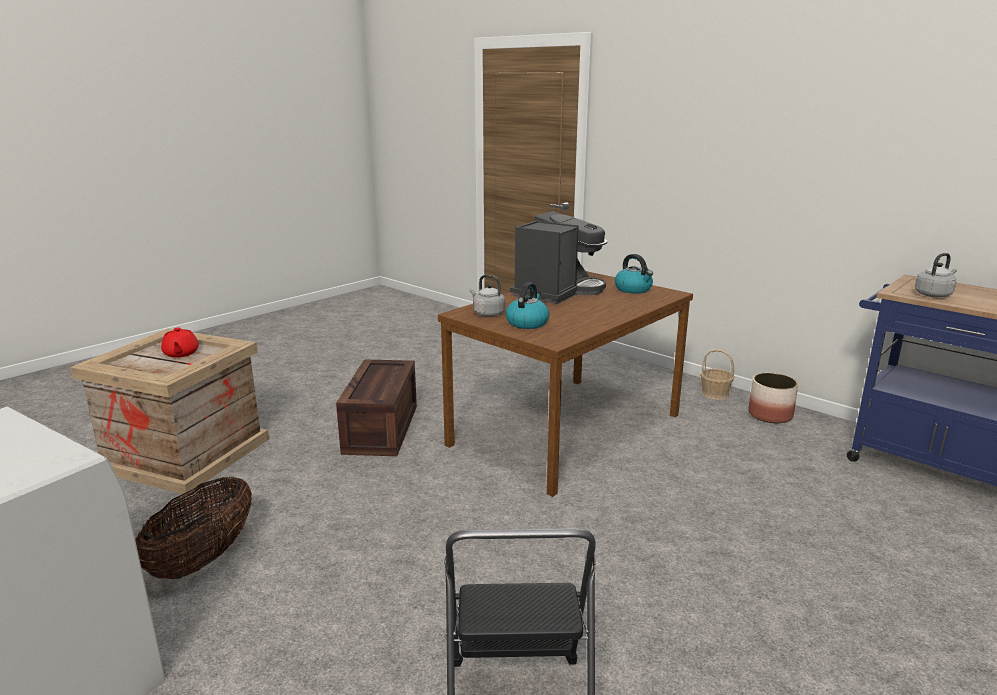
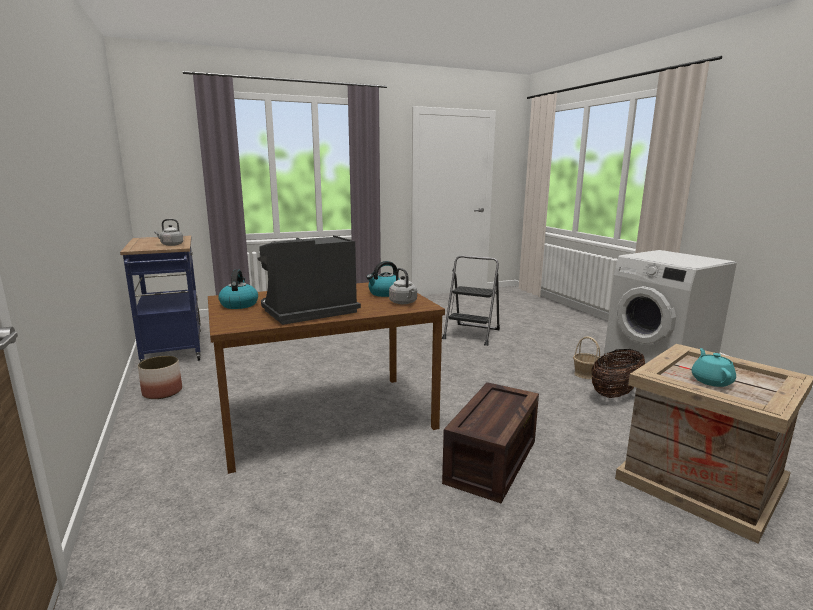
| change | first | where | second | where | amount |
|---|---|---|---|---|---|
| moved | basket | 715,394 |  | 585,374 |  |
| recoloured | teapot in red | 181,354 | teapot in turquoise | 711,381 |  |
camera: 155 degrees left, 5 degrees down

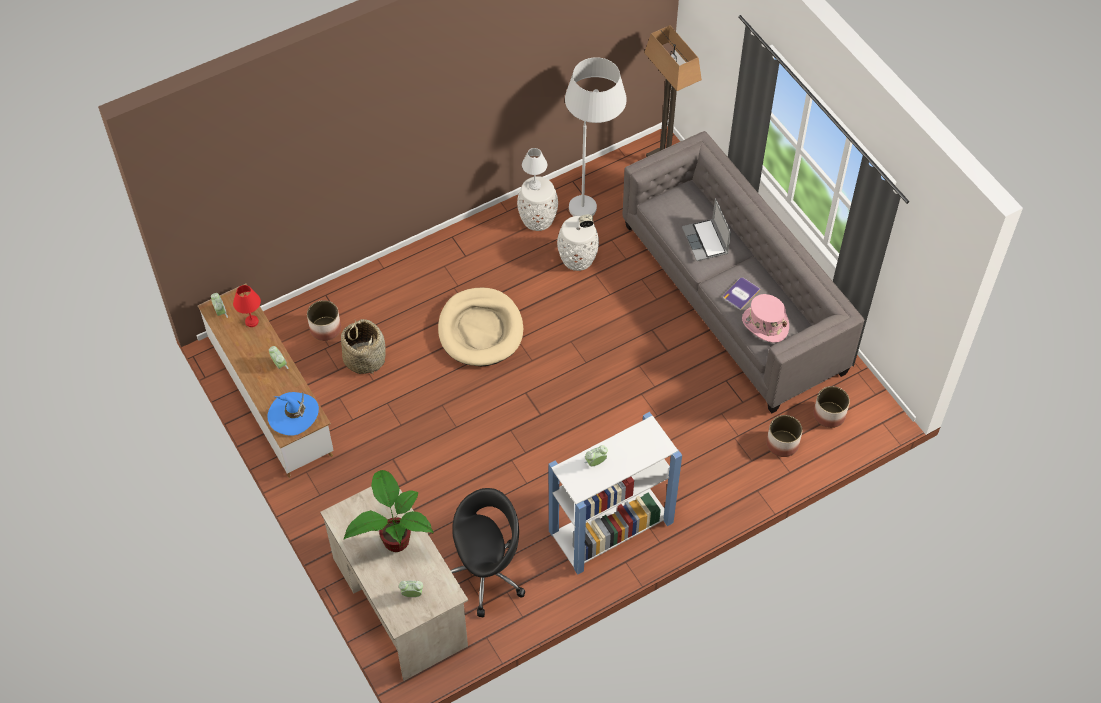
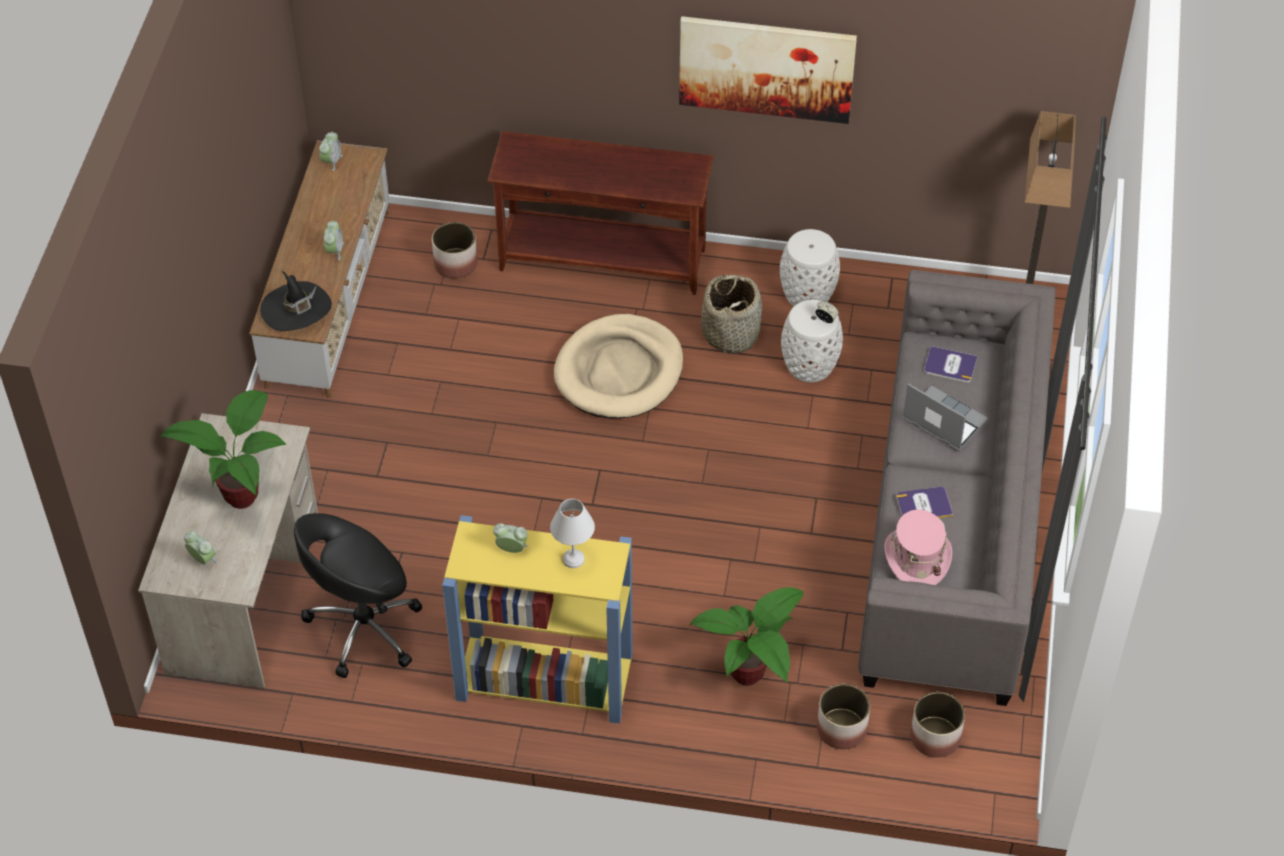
| change | first | where | second | where | amount |
|---|---|---|---|---|---|
| removed | table lamp in red | 251,321 |  |  |  |
| removed | floor lamp in white | 592,198 |  |  |  |
| added |  |  | console table in brown | 603,259 |  |
| added |  |  | picture | 766,68 |  |
| added |  |  | potted plant | 751,678 |  |
| added |  |  | book | 950,365 |  |
| moved | basket | 364,358 |  | 731,333 |  |
| moved | table lamp in white | 534,184 |  | 574,558 |  |
| recoloured | hat in blue | 293,414 | hat in black | 296,309 |  |
| recoloured | bookcase in white | 610,527 | bookcase in yellow | 543,676 |  |
| turned | office chair in black | 487,573 |  | 362,629 | 120 degrees clockwise |
| turned | laptop | 706,241 |  | 943,420 | 105 degrees clockwise |
camera: 40 degrees right, 5 degrees down

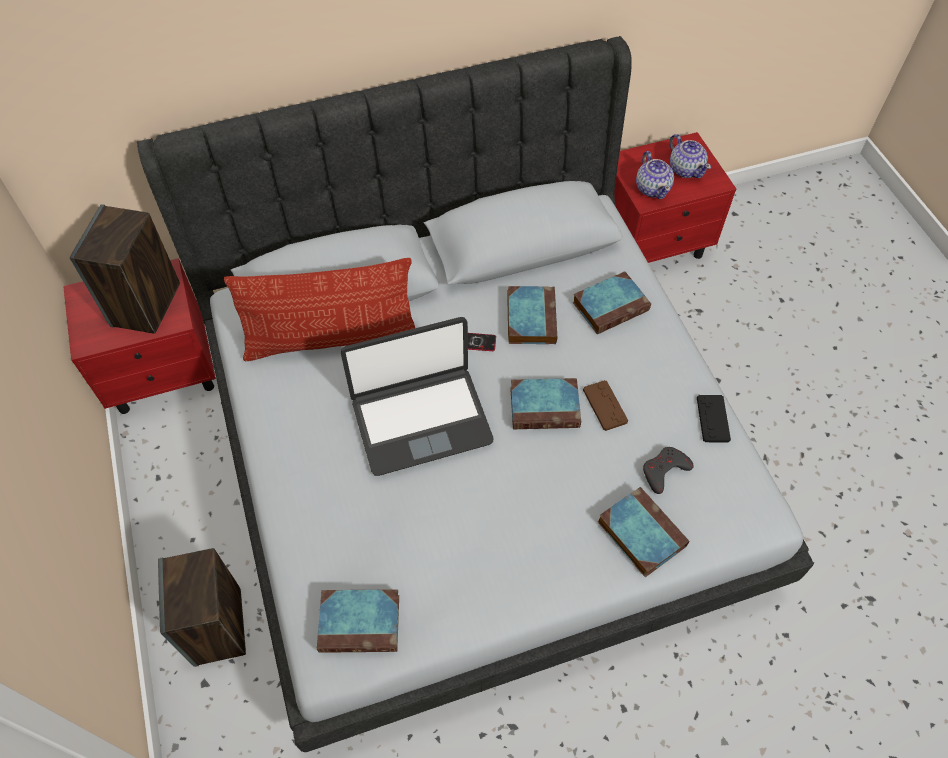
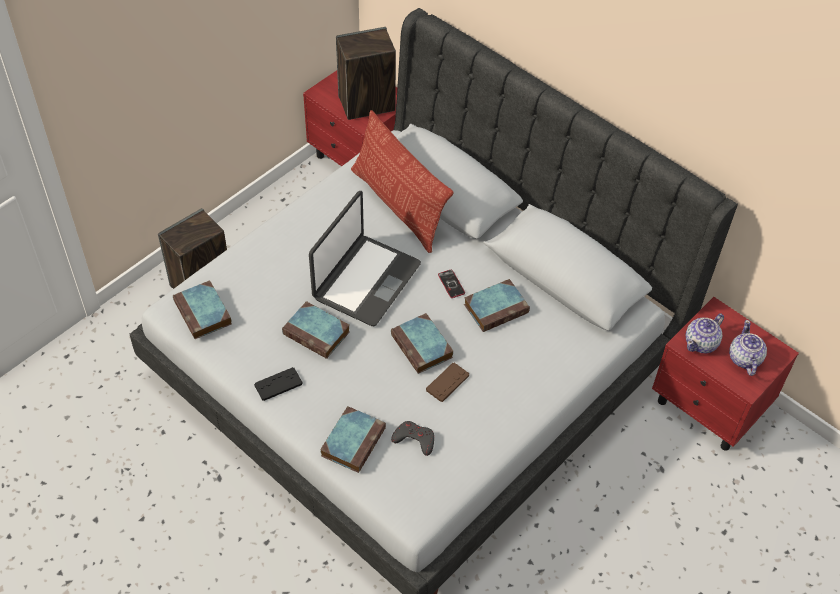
| change | first | where | second | where | amount |
|---|---|---|---|---|---|
| moved | book | 611,305 |  | 318,333 |  |
| moved | game controller in black | 712,419 |  | 278,384 |  |
| turned | laptop | 421,420 |  | 365,281 | 105 degrees counterclockwise |
| turned | teapot | 685,169 |  | 744,359 | 150 degrees clockwise |
camera: 60 degrees right, 5 degrees down

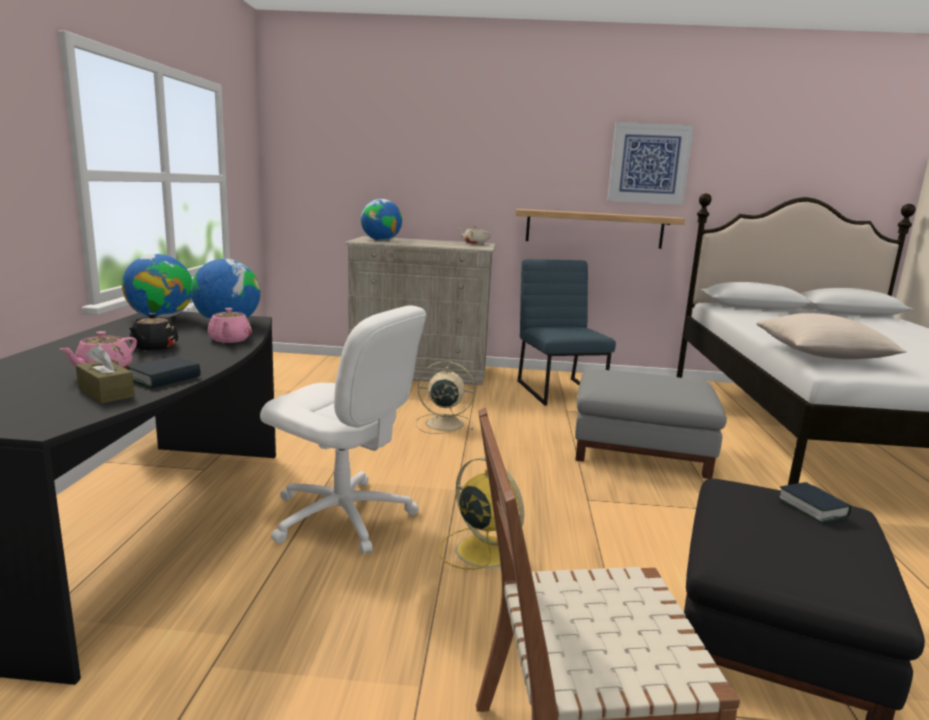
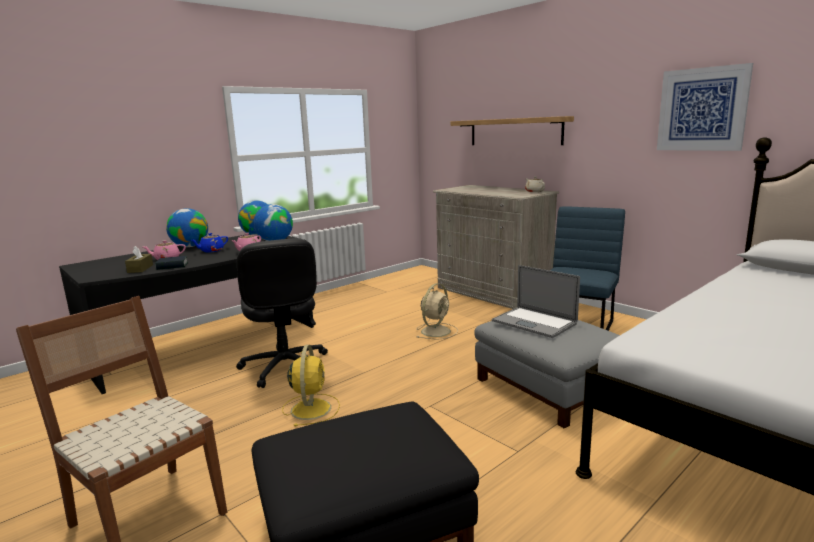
| change | first | where | second | where | amount |
|---|---|---|---|---|---|
| removed | pillow in beige | 821,355 |  |  |  |
| removed | book | 812,508 |  |  |  |
| added |  |  | laptop | 534,322 |  |
| moved | globe | 381,240 |  | 190,246 |  |
| moved | shelf | 594,229 |  | 514,132 |  |
| recoloured | teapot in black | 154,347 | teapot in blue | 211,251 |  |
| recoloured | office chair in white | 342,516 | office chair in black | 284,366 |  |
| turned | fan in beige | 442,423 |  | 436,331 | 75 degrees clockwise |
camera: 45 degrees right, 0 degrees up

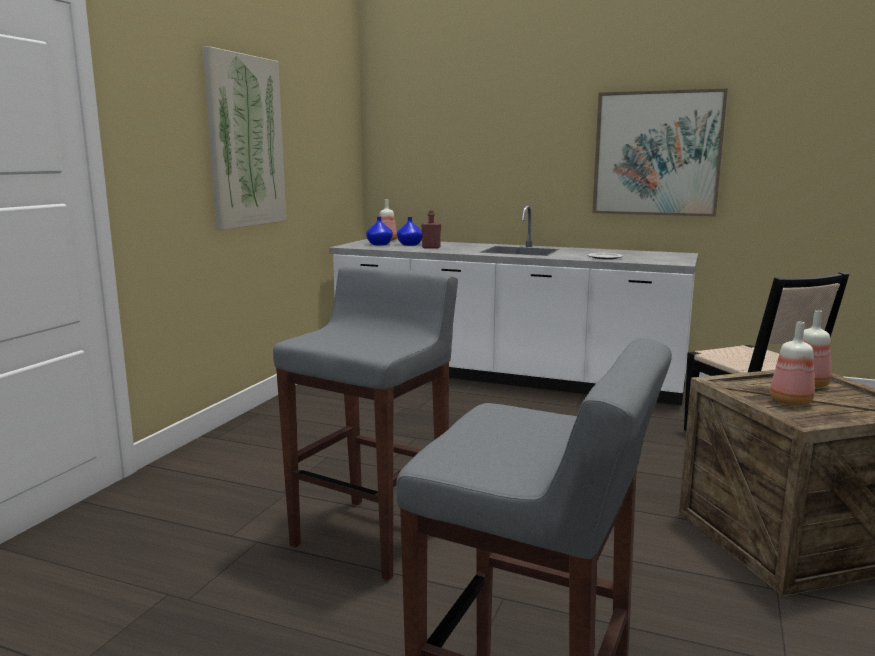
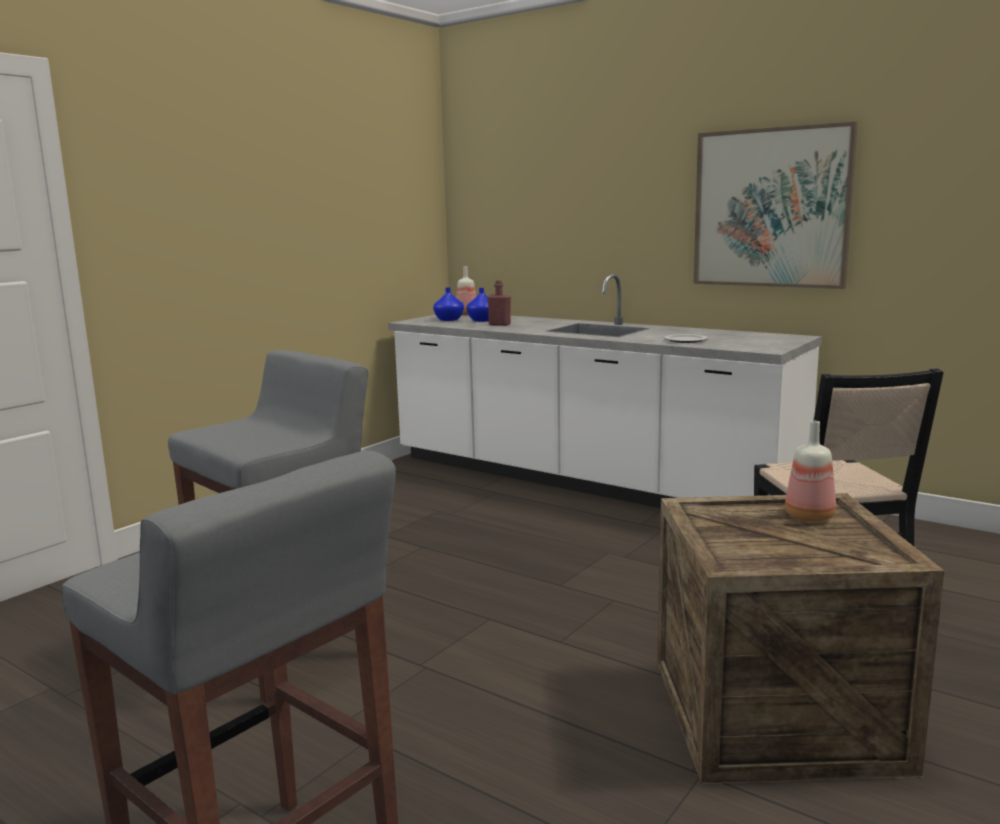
| change | first | where | second | where | amount |
|---|---|---|---|---|---|
| removed | picture | 245,142 |  |  |  |
| removed | bottle | 789,401 |  |  |  |
camera: 15 degrees right, 0 degrees up

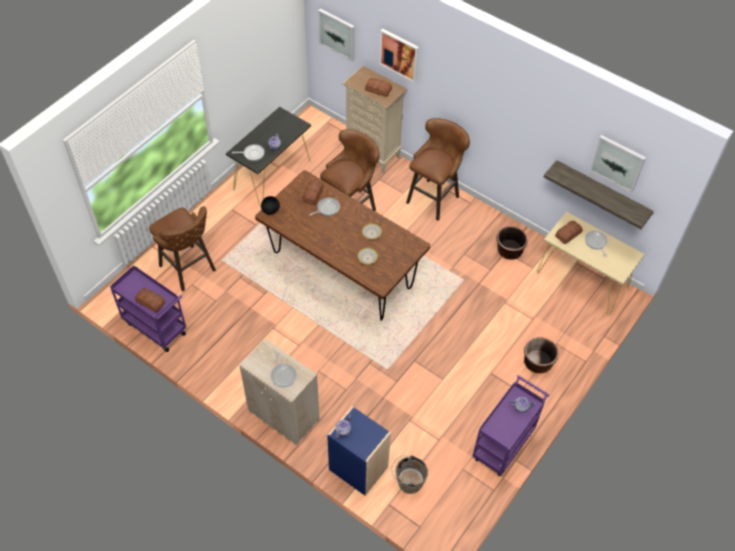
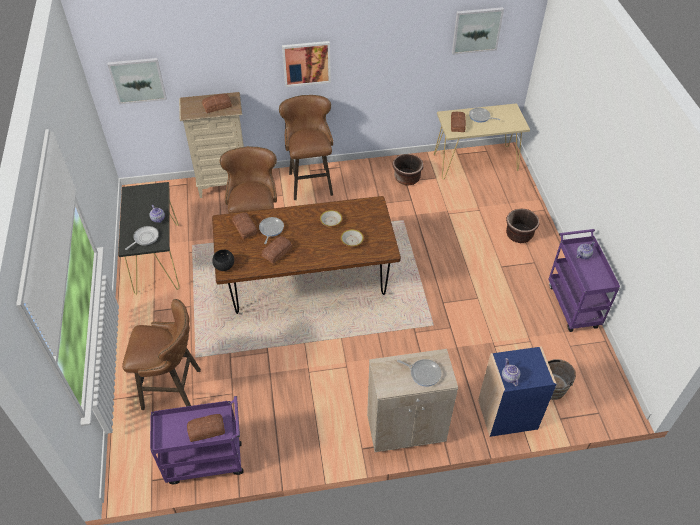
| change | first | where | second | where | amount |
|---|---|---|---|---|---|
| removed | shelf | 601,192 |  |  |  |
| added |  |  | bread | 277,252 |  |
| moved | picture | 399,55 |  | 306,63 |  |
camera: 45 degrees left, 5 degrees down

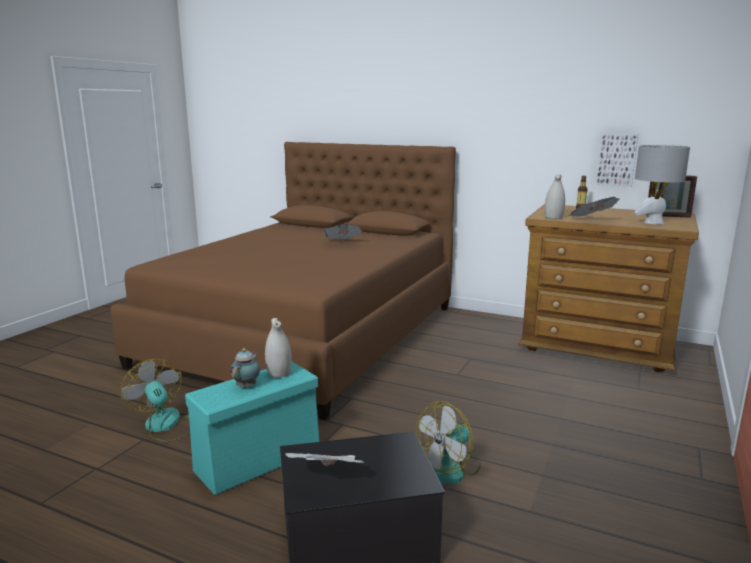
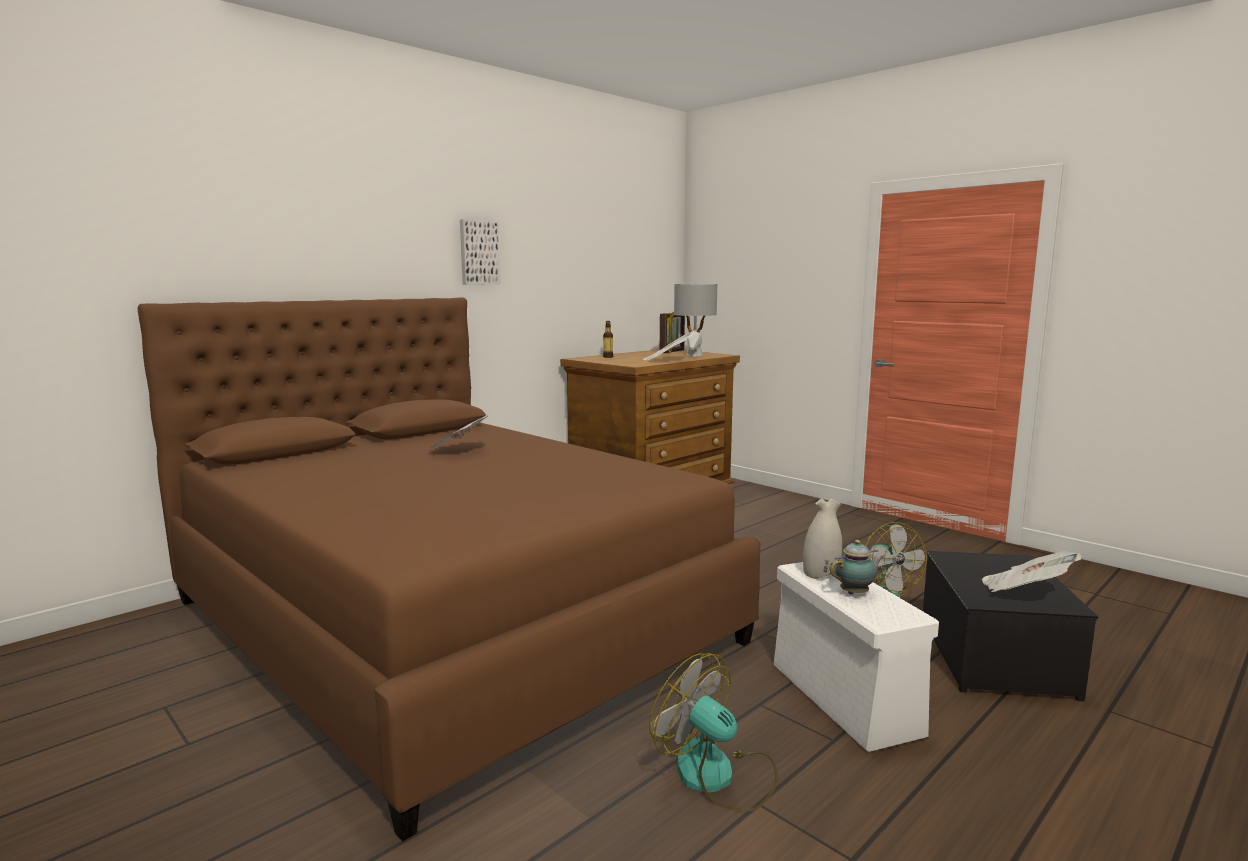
| change | first | where | second | where | amount |
|---|---|---|---|---|---|
| removed | vase in white | 553,218 |  |  |  |
| moved | picture | 616,159 |  | 478,252 |  |
| recoloured | storage box in turquoise | 256,461 | storage box in white | 846,700 |  |
| turned | fan | 167,425 |  | 717,776 | 60 degrees clockwise |
| turned | teapot | 247,385 |  | 856,593 | 120 degrees clockwise |
camera: 70 degrees left, 5 degrees down

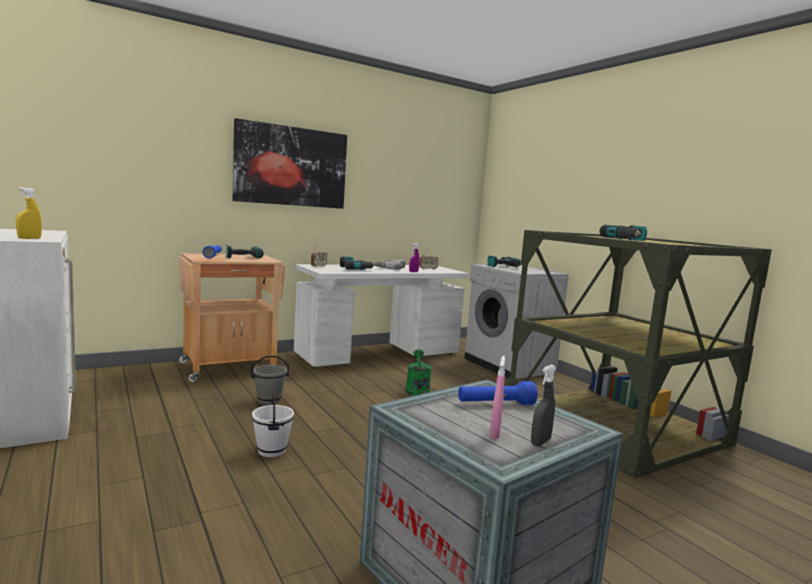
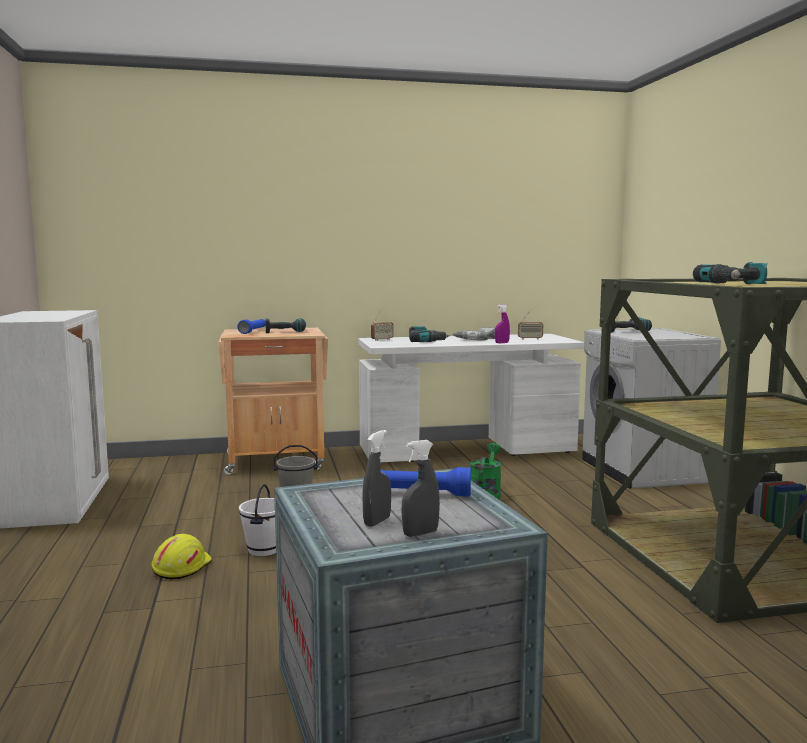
| change | first | where | second | where | amount |
|---|---|---|---|---|---|
| removed | spray bottle in yellow | 29,238 |  |  |  |
| removed | picture | 291,166 |  |  |  |
| added |  |  | hard hat in yellow | 181,567 |  |
| recoloured | spray bottle in pink | 494,433 | spray bottle in grey | 377,522 |  |
camera: 20 degrees right, 0 degrees up

